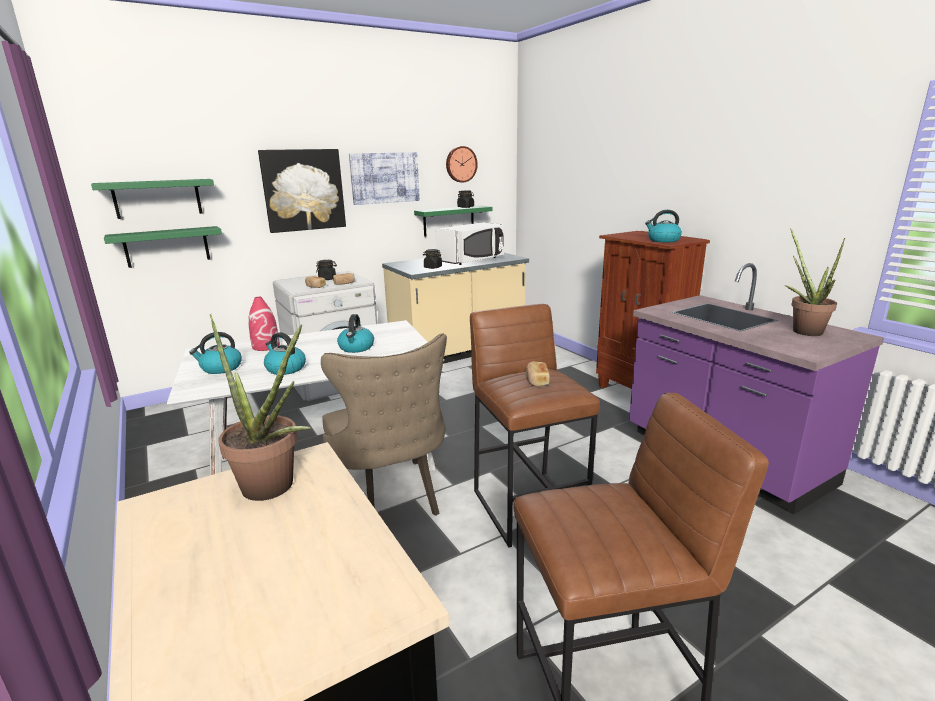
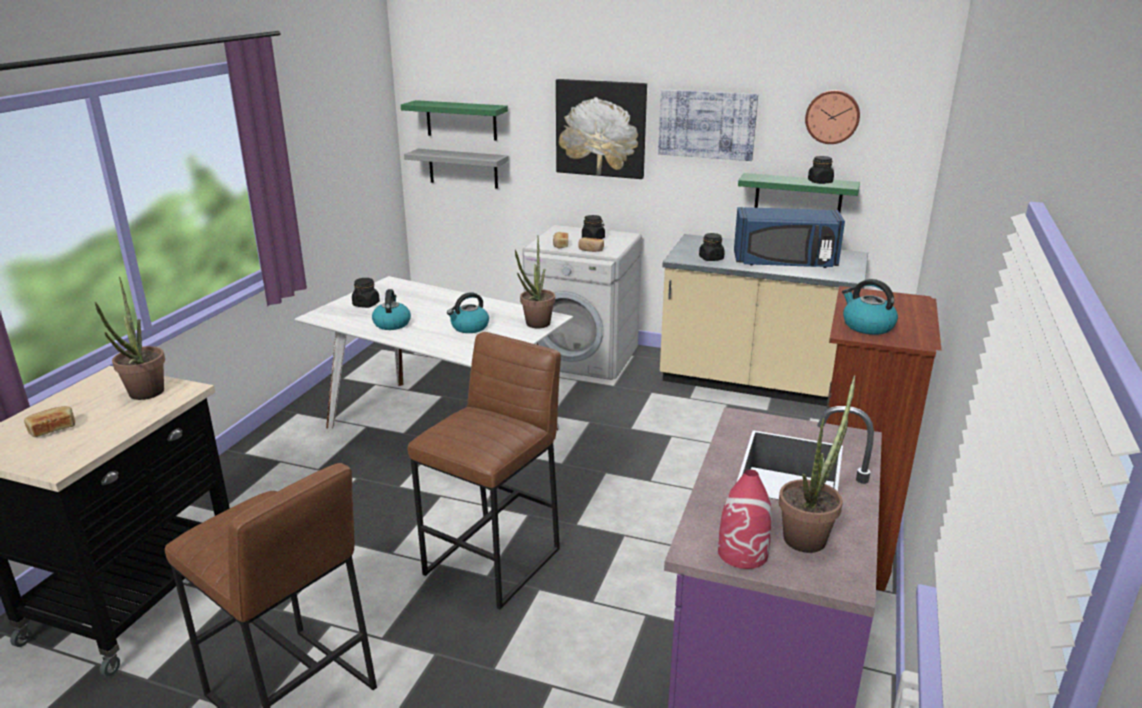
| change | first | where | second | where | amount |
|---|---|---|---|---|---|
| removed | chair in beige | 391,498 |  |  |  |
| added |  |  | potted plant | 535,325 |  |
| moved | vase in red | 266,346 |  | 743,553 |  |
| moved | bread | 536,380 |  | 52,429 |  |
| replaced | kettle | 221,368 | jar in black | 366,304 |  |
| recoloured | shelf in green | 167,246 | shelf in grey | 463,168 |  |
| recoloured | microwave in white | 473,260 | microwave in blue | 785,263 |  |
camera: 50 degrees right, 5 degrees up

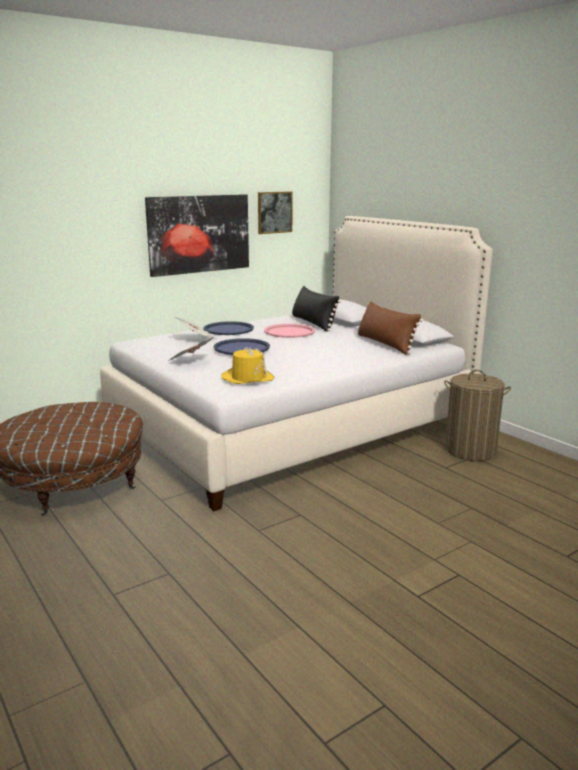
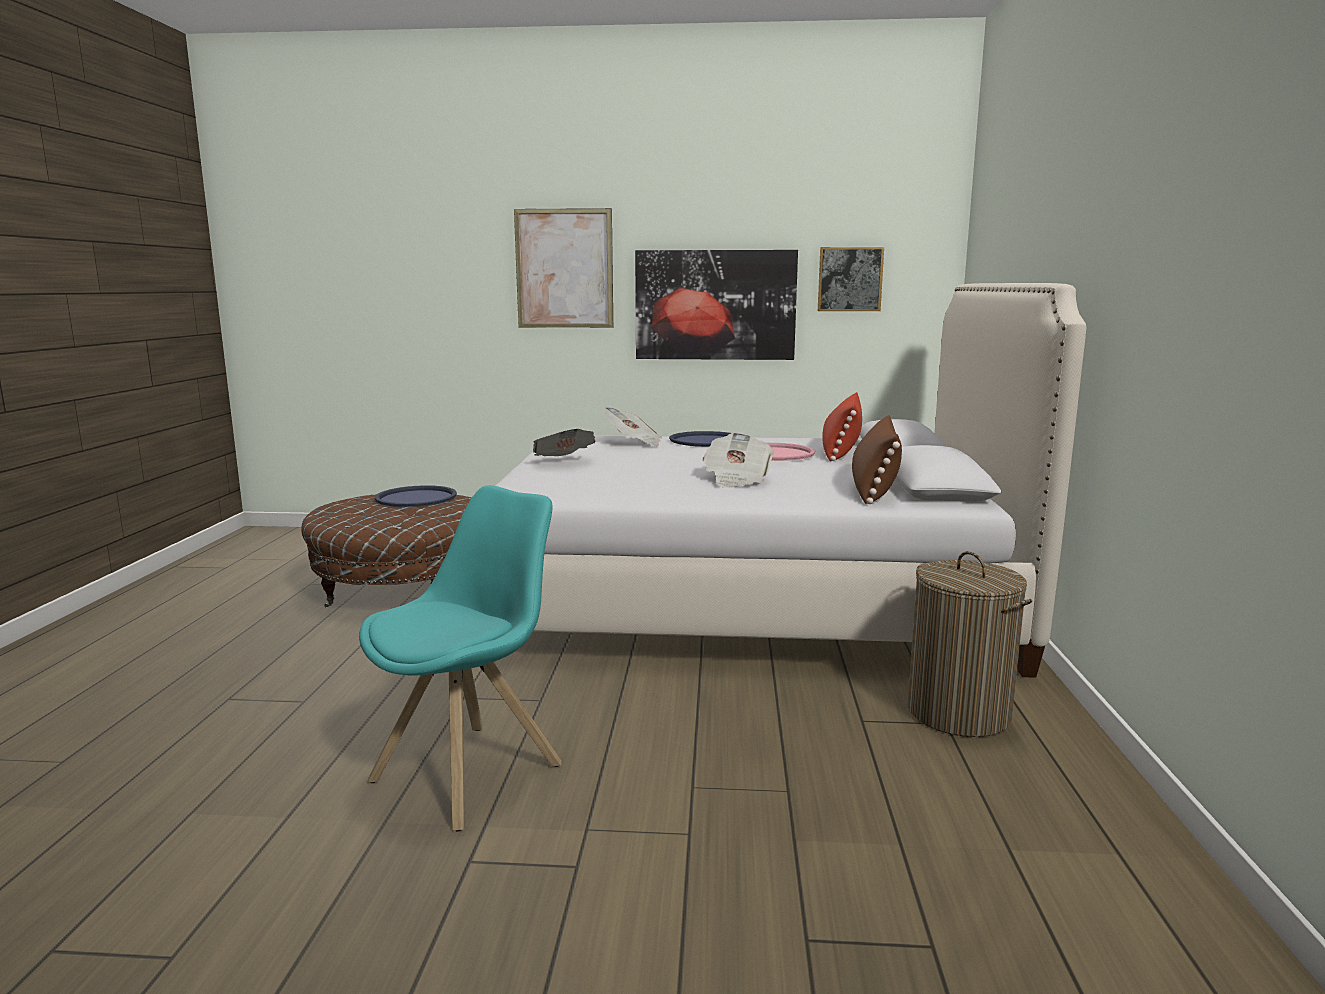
| change | first | where | second | where | amount |
|---|---|---|---|---|---|
| removed | hat in yellow | 247,378 |  |  |  |
| added |  |  | chair in turquoise | 469,772 |  |
| added |  |  | picture | 564,269 |  |
| added |  |  | newspaper | 736,480 |  |
| moved | tray in blue | 241,348 |  | 416,498 |  |
| recoloured | pillow in black | 313,323 | pillow in red | 841,450 |  |
camera: 40 degrees right, 5 degrees down

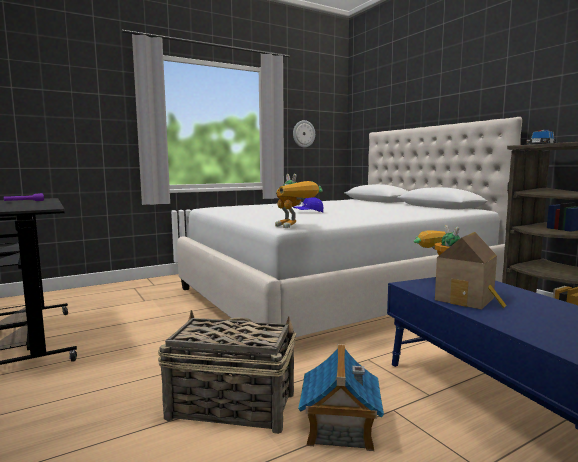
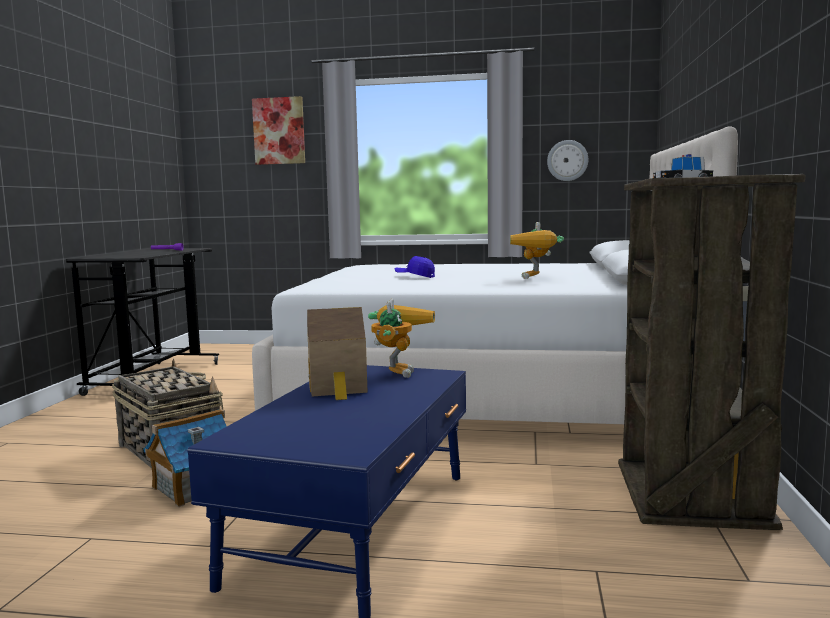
| change | first | where | second | where | amount |
|---|---|---|---|---|---|
| added |  |  | picture | 279,131 |  |
| moved | toy robot | 295,227 |  | 536,278 |  |
camera: 40 degrees right, 0 degrees up

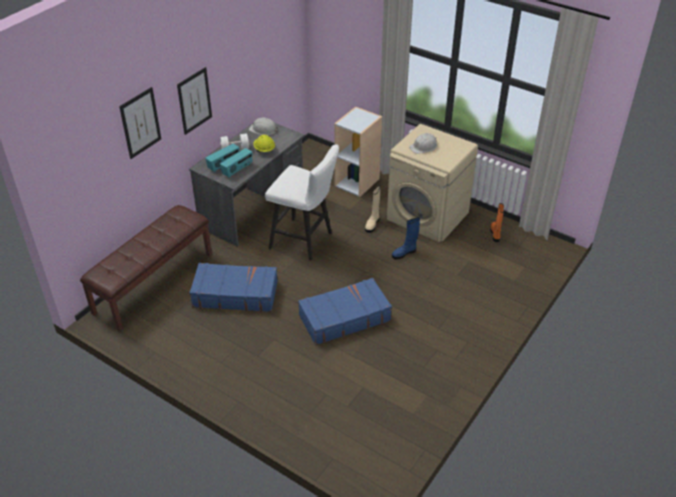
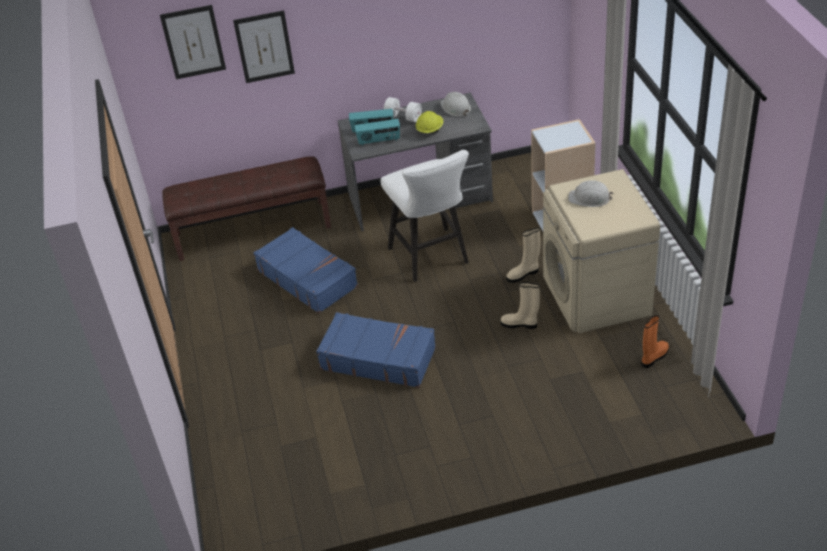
| change | first | where | second | where | amount |
|---|---|---|---|---|---|
| moved | picture | 194,101 |  | 193,42 |  |
| recoloured | boot in blue | 404,253 | boot in beige | 520,324 |  |
camera: 45 degrees right, 0 degrees up

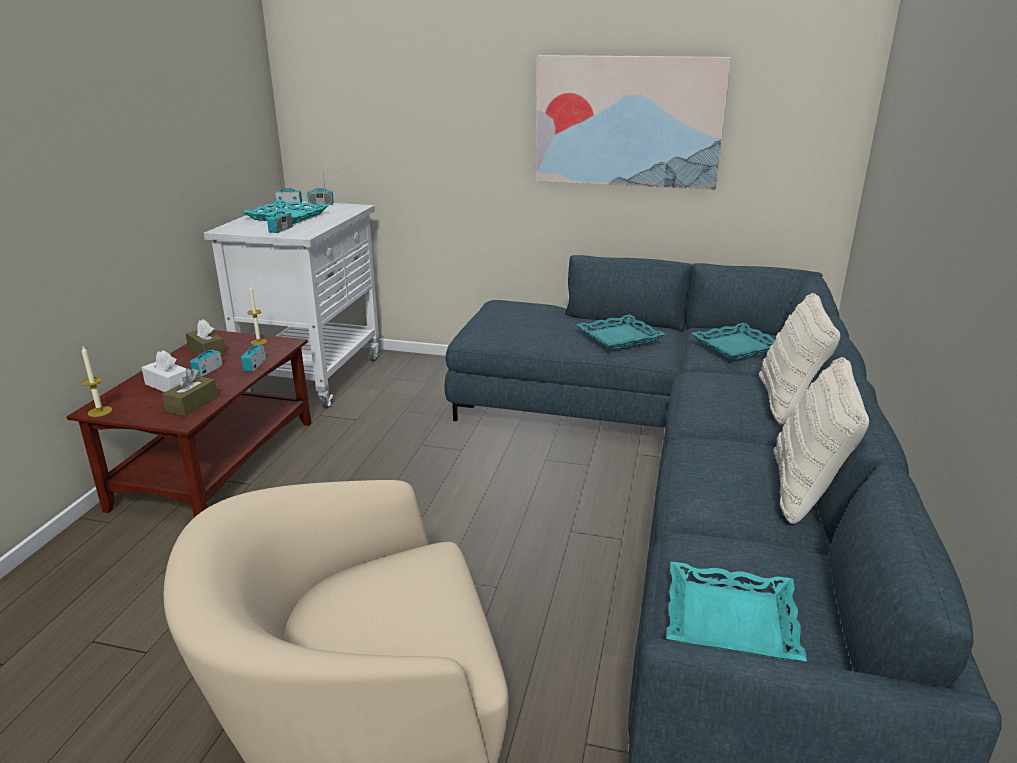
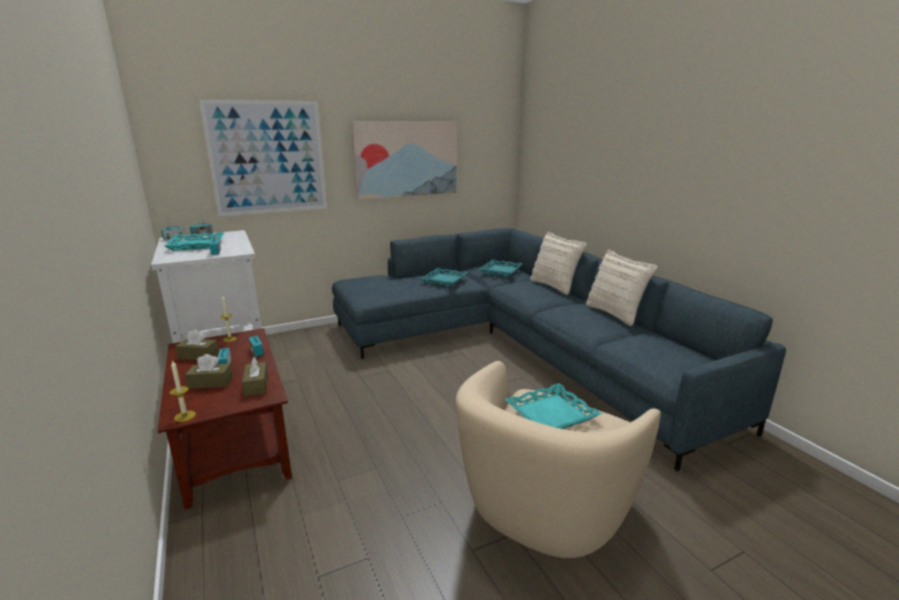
| change | first | where | second | where | amount |
|---|---|---|---|---|---|
| added |  |  | picture | 268,158 |  |
| moved | tray in turquoise | 731,619 |  | 551,413 |  |
| recoloured | tissue box in white | 168,385 | tissue box in brown | 210,383 |  |
camera: 40 degrees left, 5 degrees down

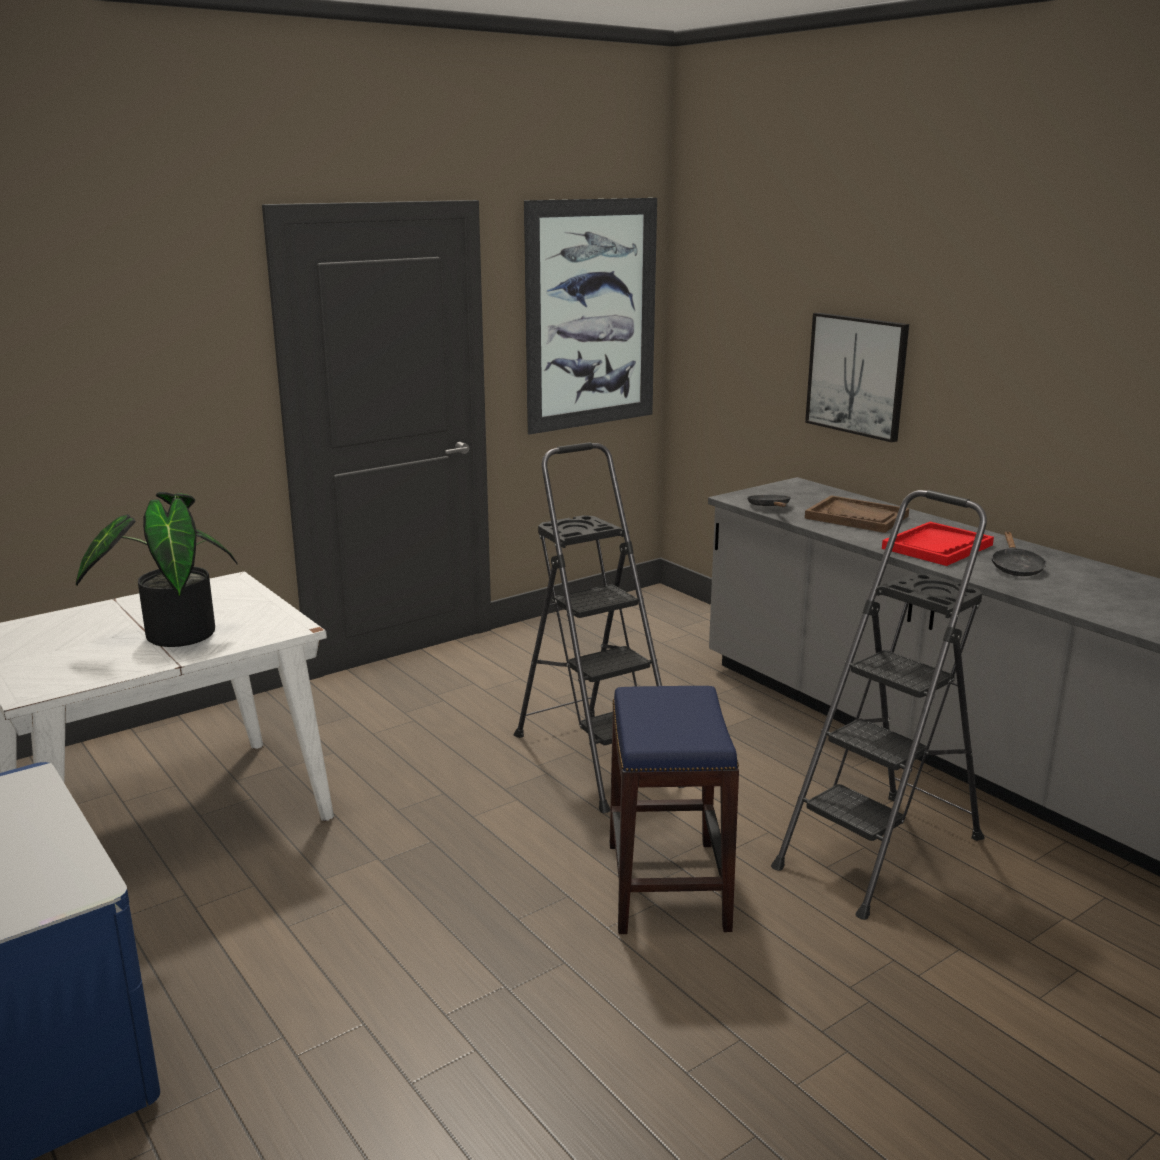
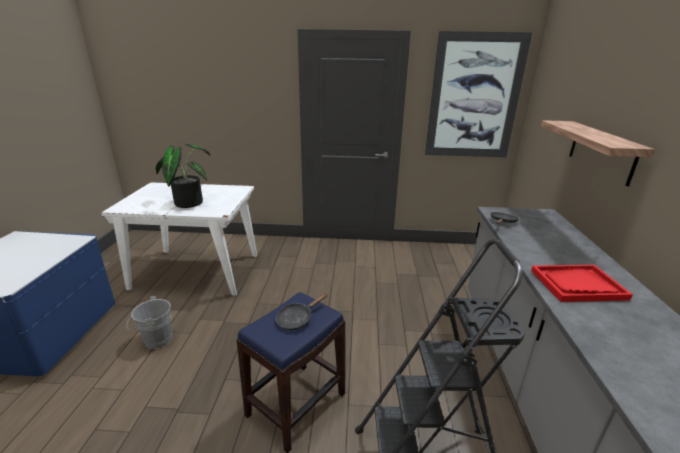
| change | first | where | second | where | amount |
|---|---|---|---|---|---|
| removed | step ladder | 595,757 |  |  |  |
| removed | tray in brown | 857,517 |  |  |  |
| added |  |  | bucket in grey | 155,340 |  |
| moved | frying pan in black | 1015,567 |  | 297,319 |  |
| replaced | picture | 857,375 | shelf | 601,151 |  |
camera: 40 degrees right, 5 degrees up

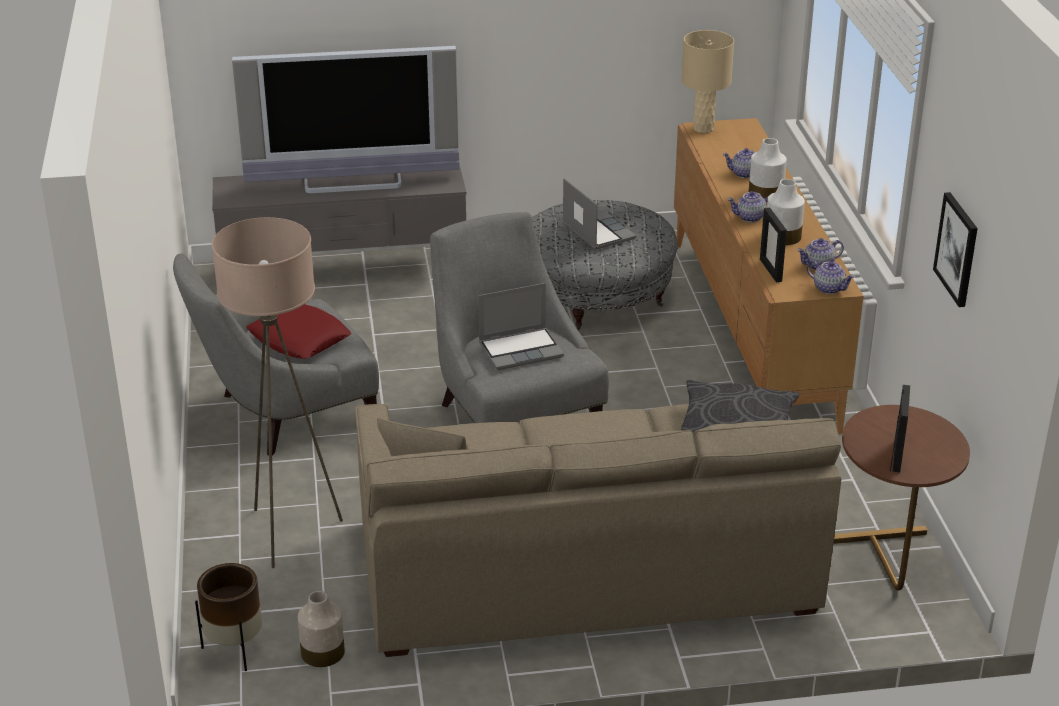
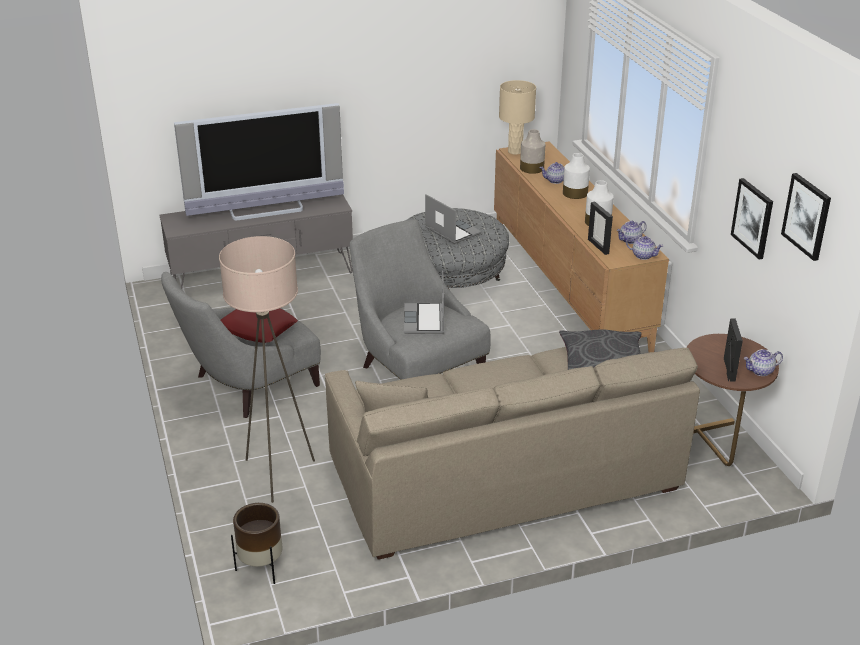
| change | first | where | second | where | amount |
|---|---|---|---|---|---|
| added |  |  | picture | 807,216 |  |
| moved | vase in beige | 322,652 |  | 531,168 |  |
| moved | teapot | 750,217 |  | 760,371 |  |
| turned | laptop | 521,350 |  | 425,320 | 120 degrees clockwise |
camera: 10 degrees left, 0 degrees up

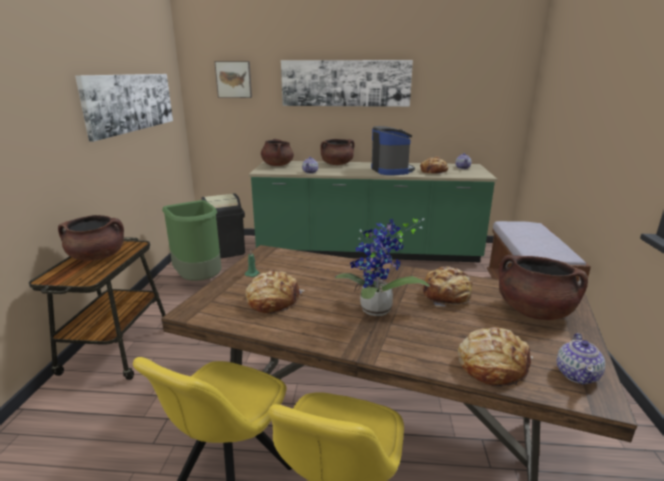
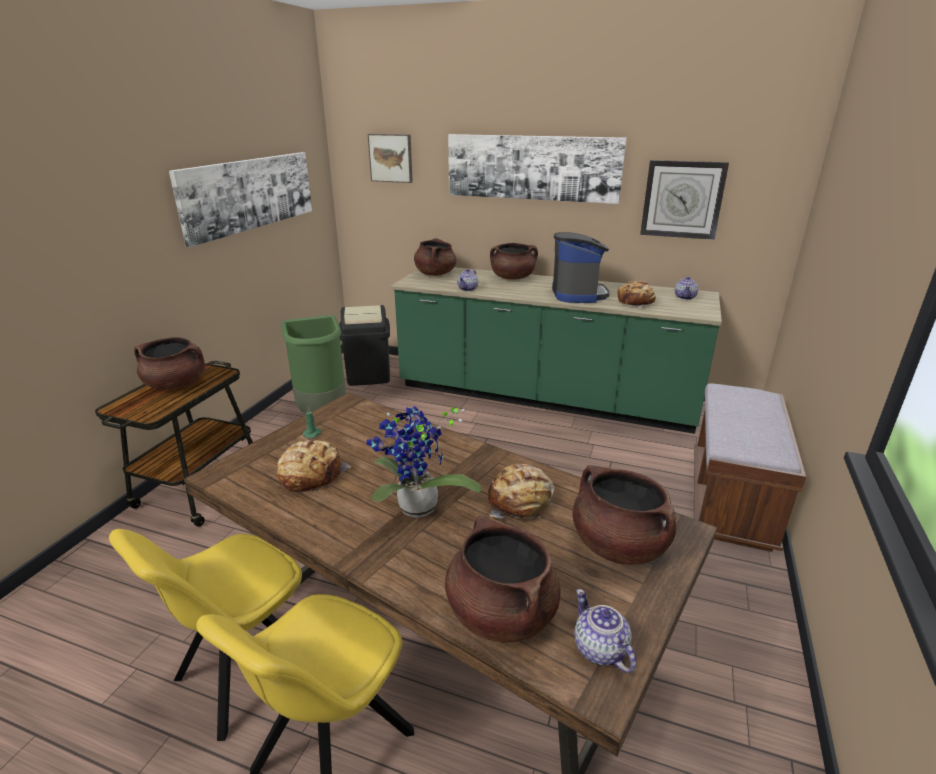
| change | first | where | second | where | amount |
|---|---|---|---|---|---|
| added |  |  | wall clock | 682,199 |  |
| replaced | bread | 492,365 | cooking pot in brown | 500,613 |  |
| turned | teapot | 577,374 |  | 600,650 | 120 degrees clockwise |
camera: 15 degrees right, 5 degrees up

